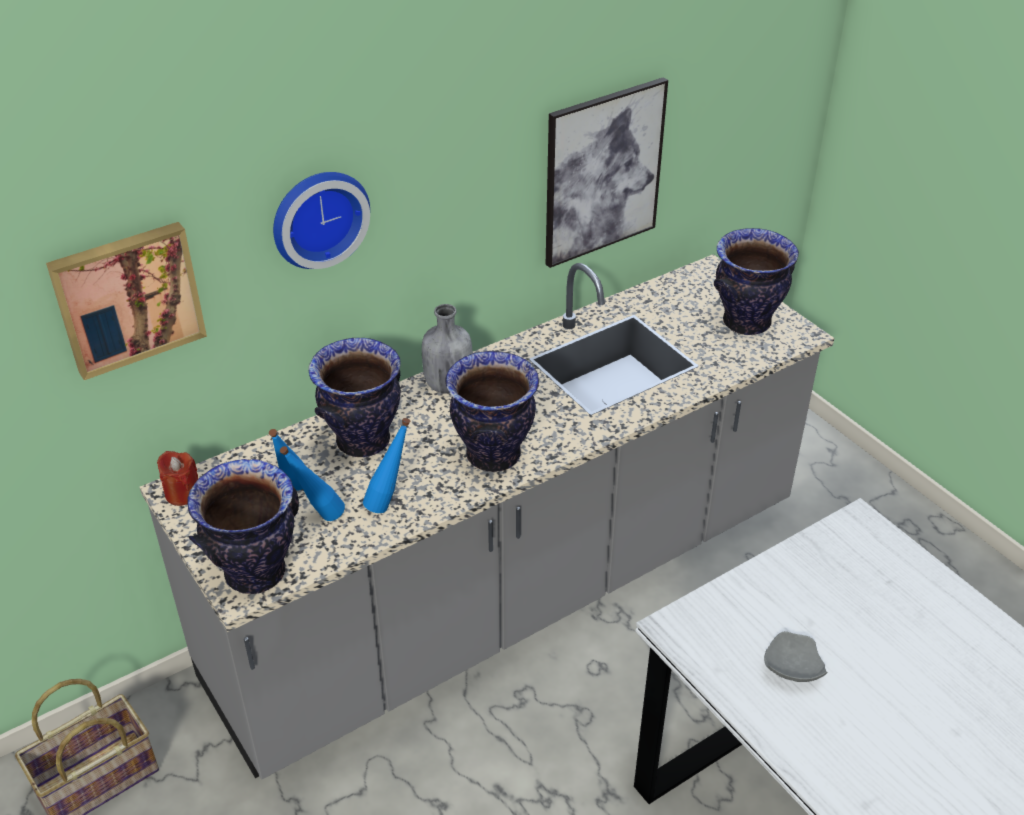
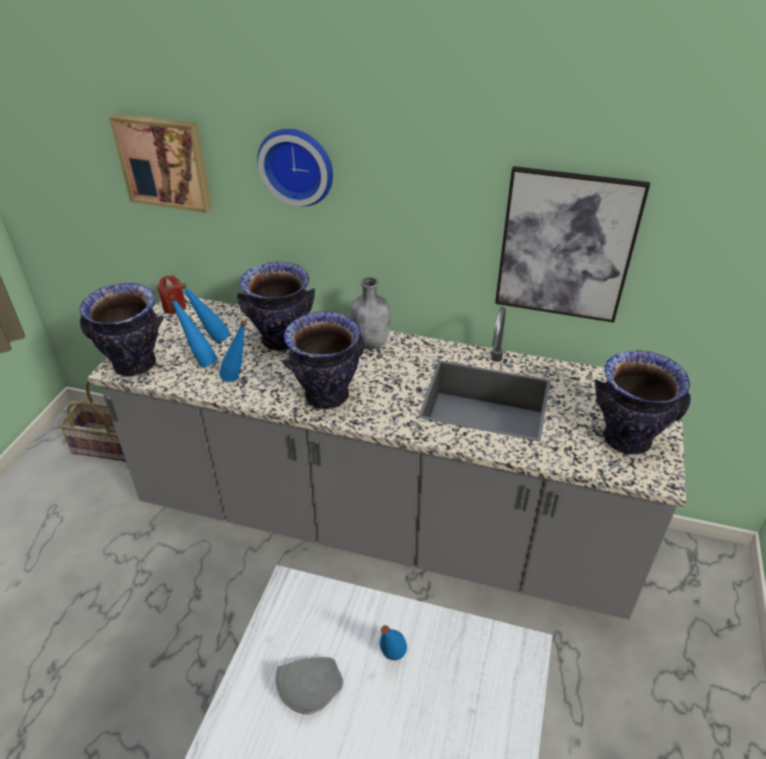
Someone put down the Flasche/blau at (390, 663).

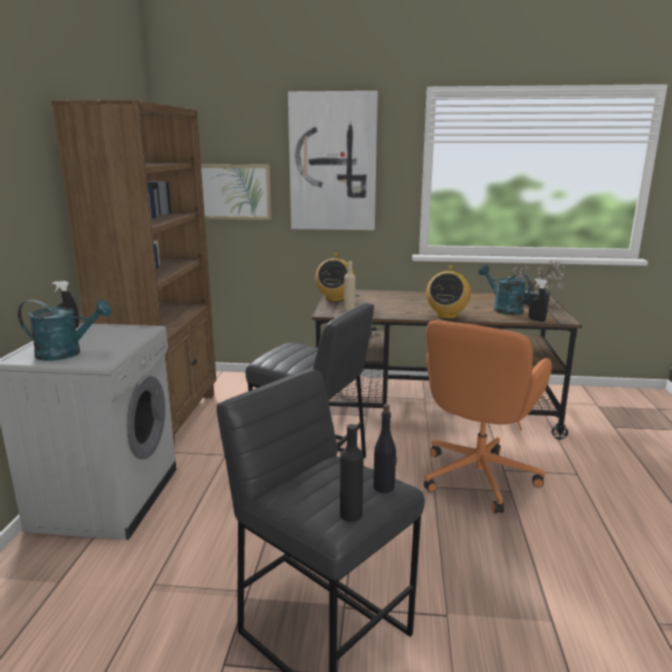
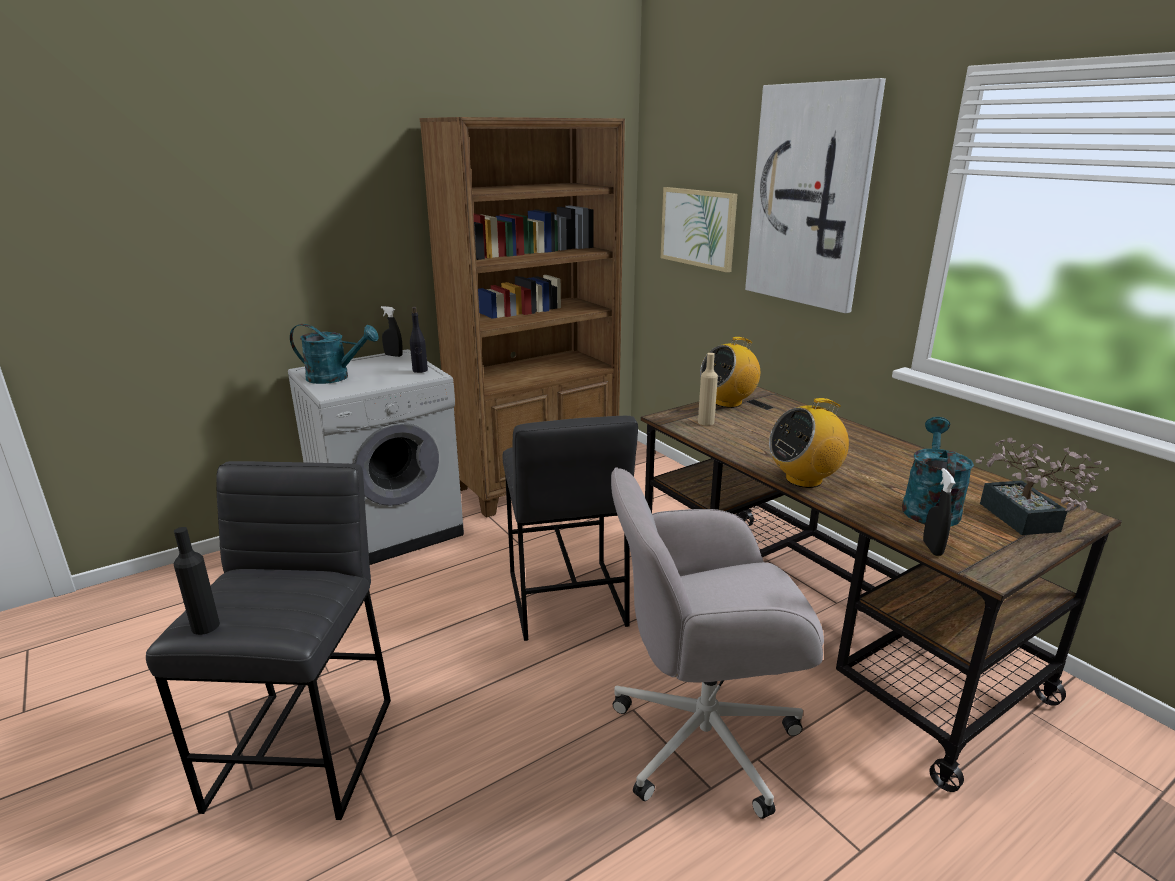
Someone rotated the Gießkanne/türkis at (67, 353) by 45 degrees counterclockwise. Someone carried the Flasche/schwarz from (384, 487) to (420, 370). Someone repainted the Bürostuhl/orange at (477, 478), which became the Bürostuhl/grau at (701, 741).

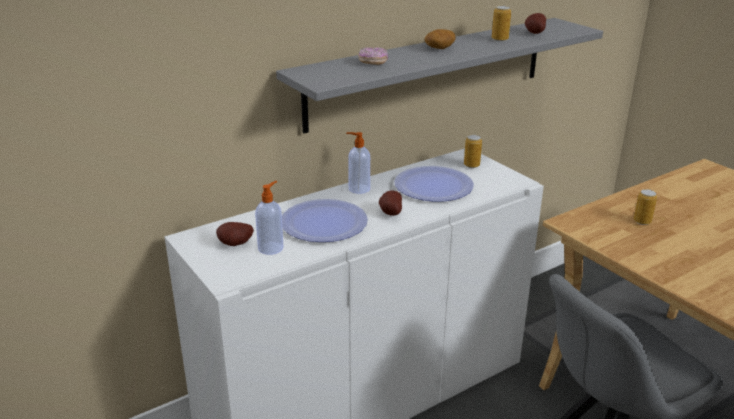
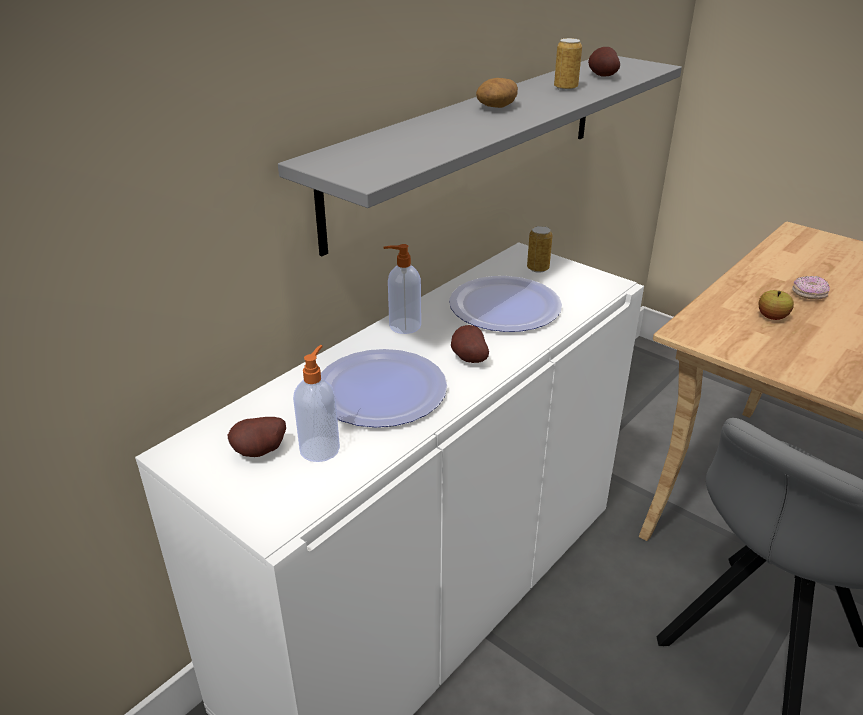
Someone swapped the Dose at (642, 221) for the Apfel at (772, 317). Someone carried the Donut from (373, 63) to (809, 295).

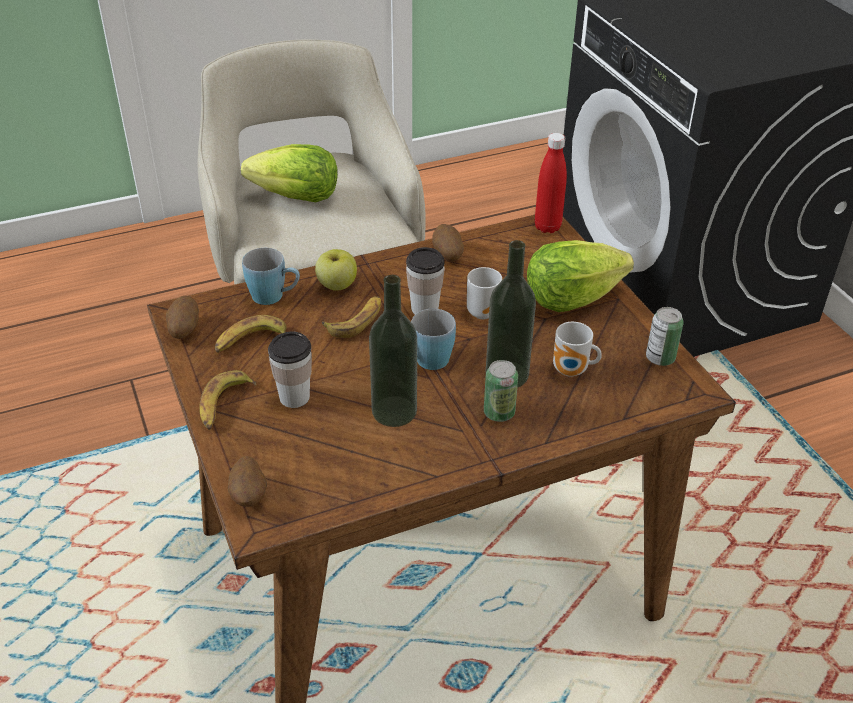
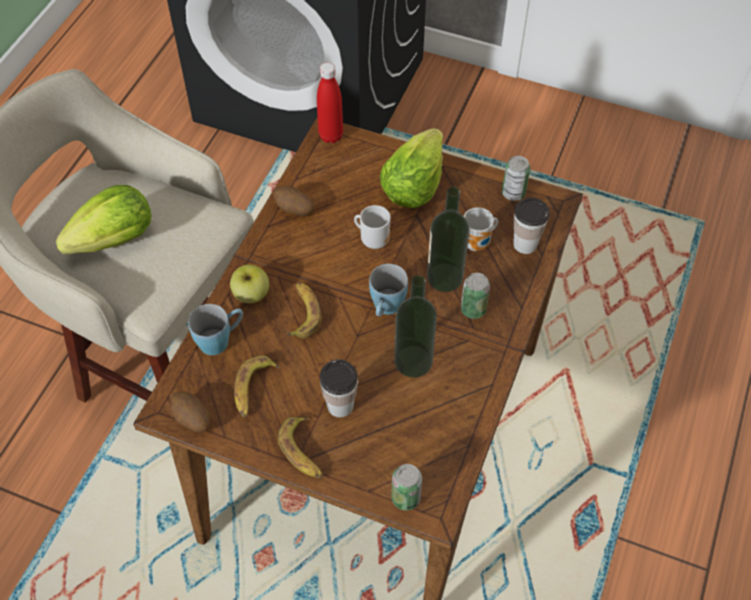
Someone swapped the Kartoffel at (249, 495) for the Dose at (405, 498). Someone carried the Tasse from (424, 309) to (525, 244).

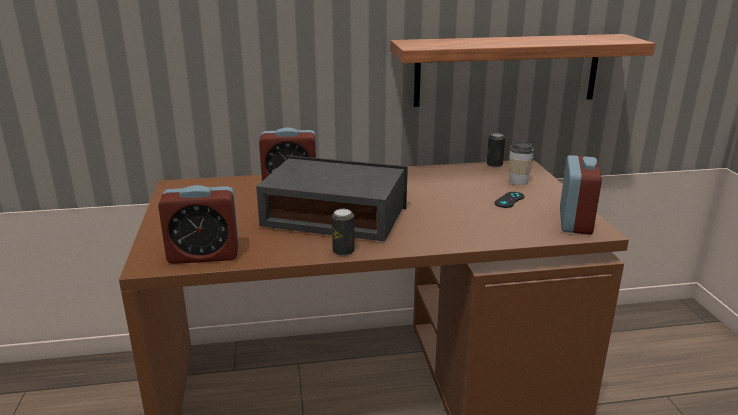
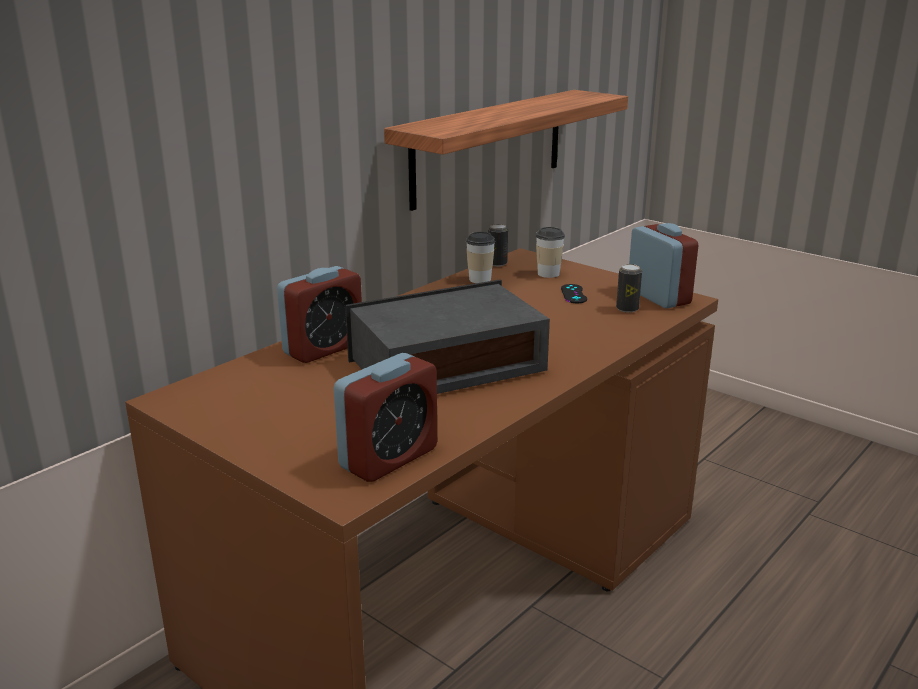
Someone put down the Tasse at (480, 279). Someone carried the Dose from (343, 251) to (627, 309).

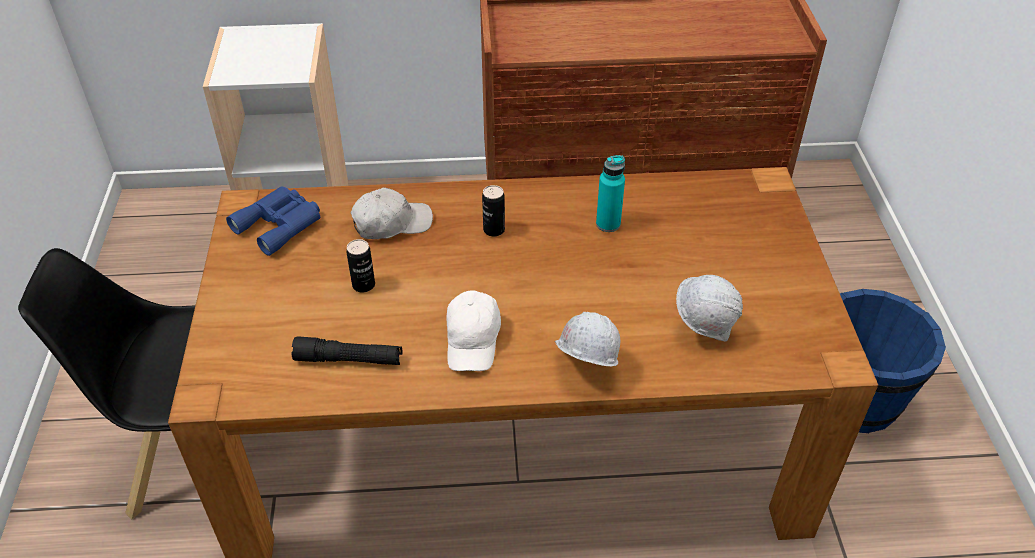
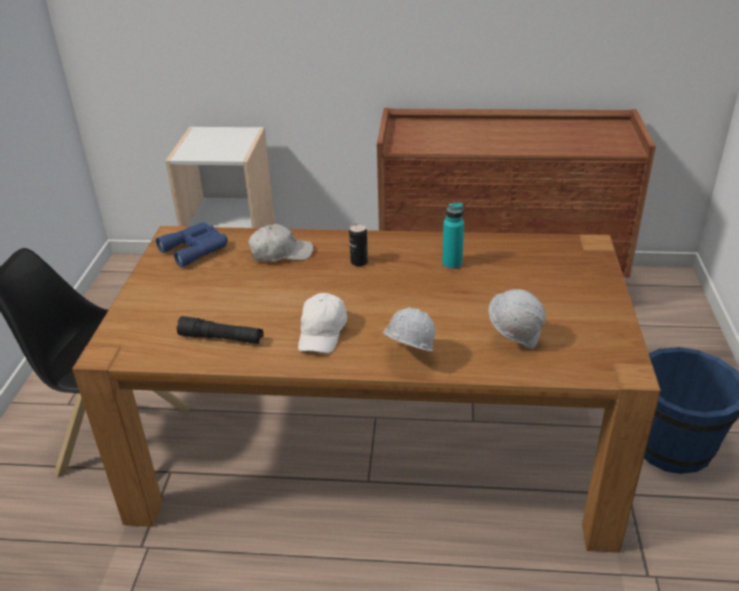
Someone took away the Dose at (363, 285).

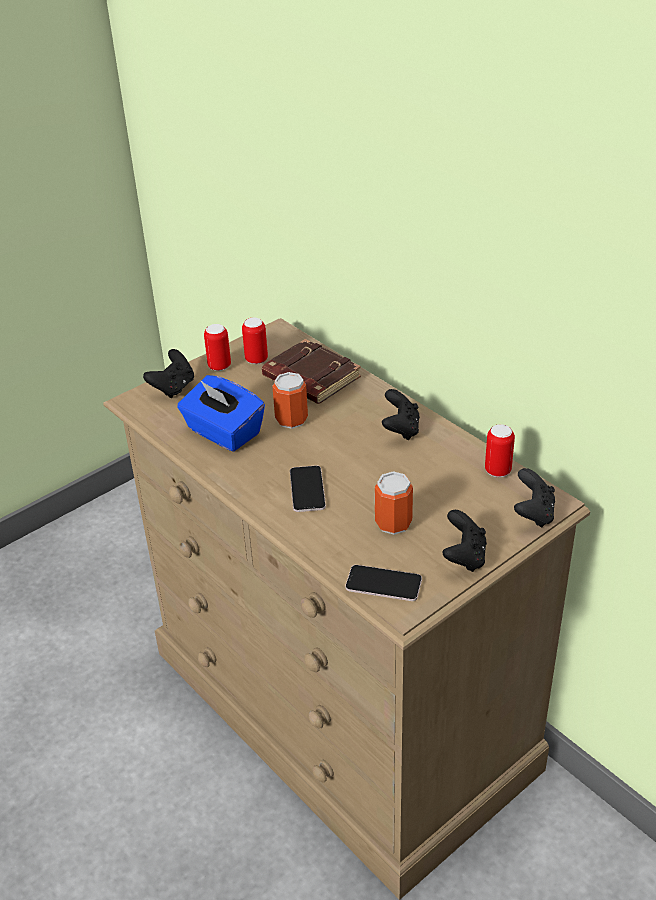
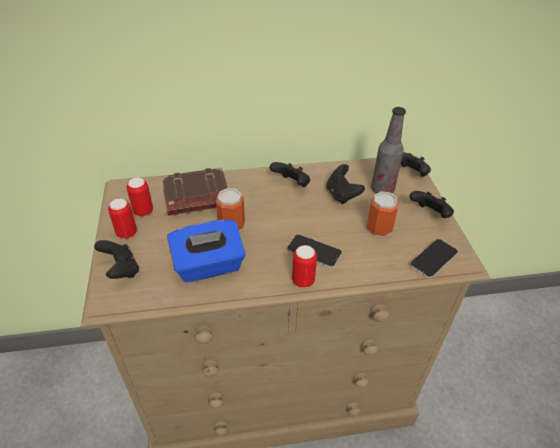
Someone carried the Dose from (497, 471) to (303, 281). Someone put down the Gamepad/schwarz at (342, 195). Someone put down the Flasche at (382, 189).

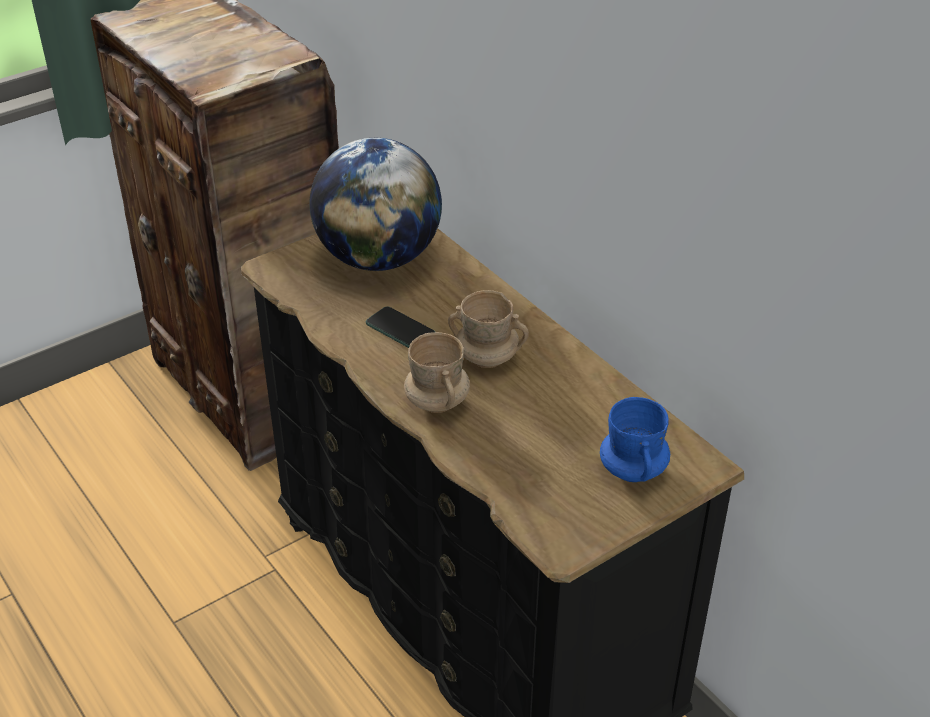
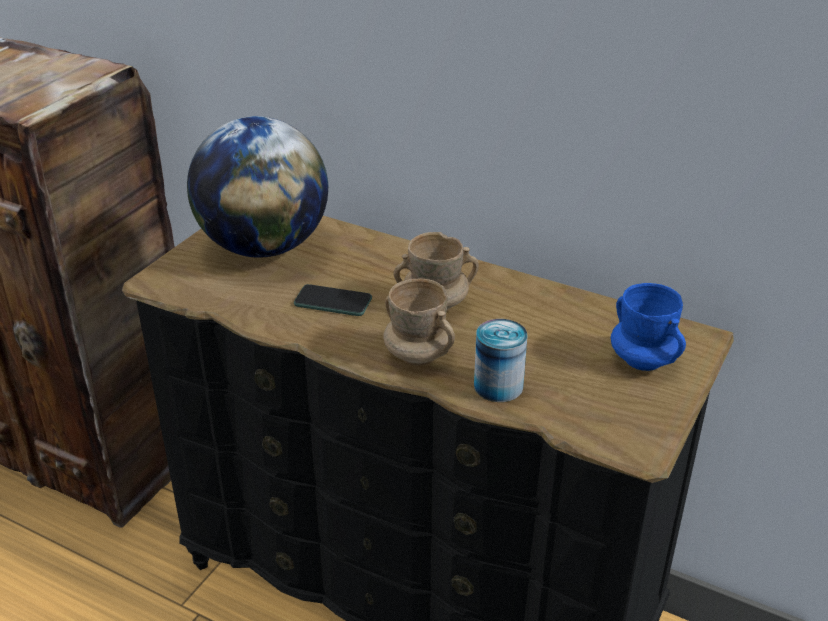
Someone put down the Dose at (498, 386).

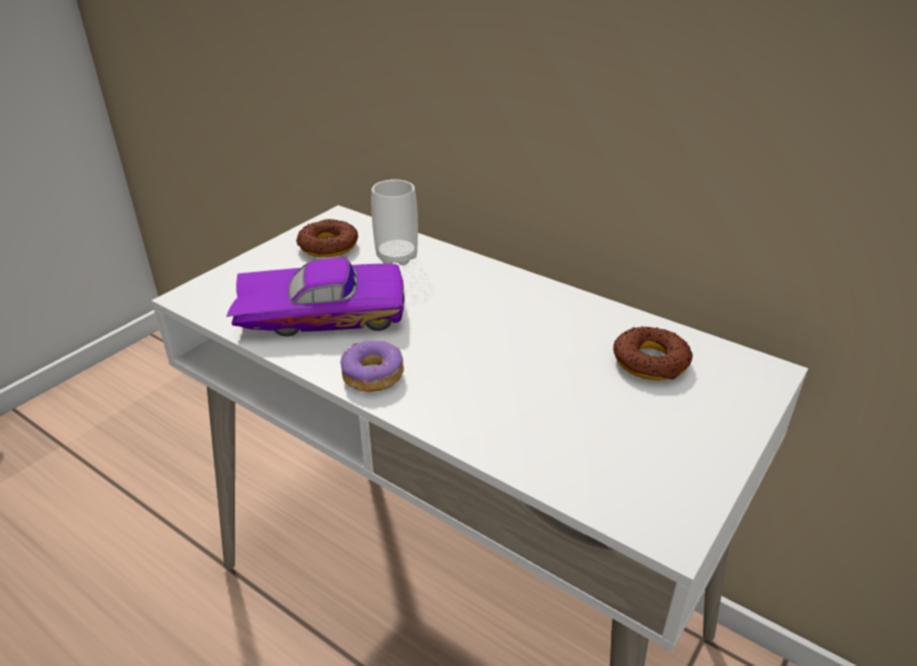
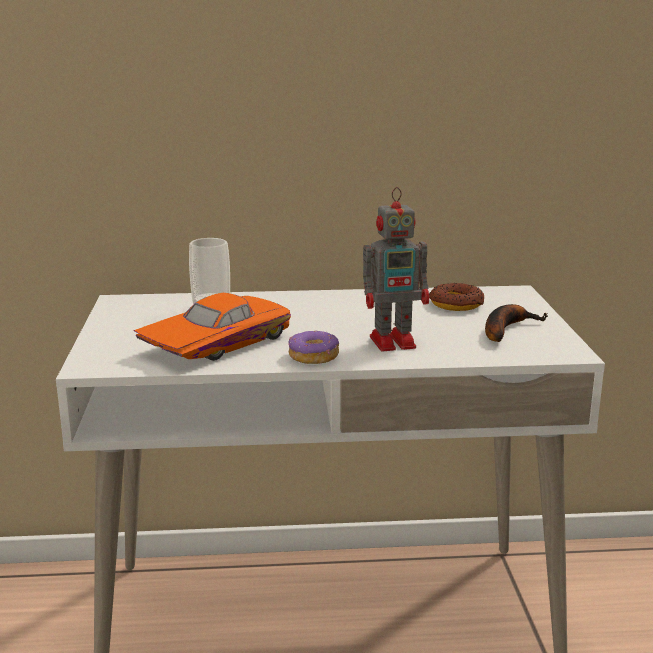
Someone repainted the Spielzeugauto/lila at (322, 310), which became the Spielzeugauto/orange at (213, 343). Someone put down the Spielzeugroboter at (395, 342). Someone put down the Banane at (506, 329). Someone took away the Donut at (328, 246).

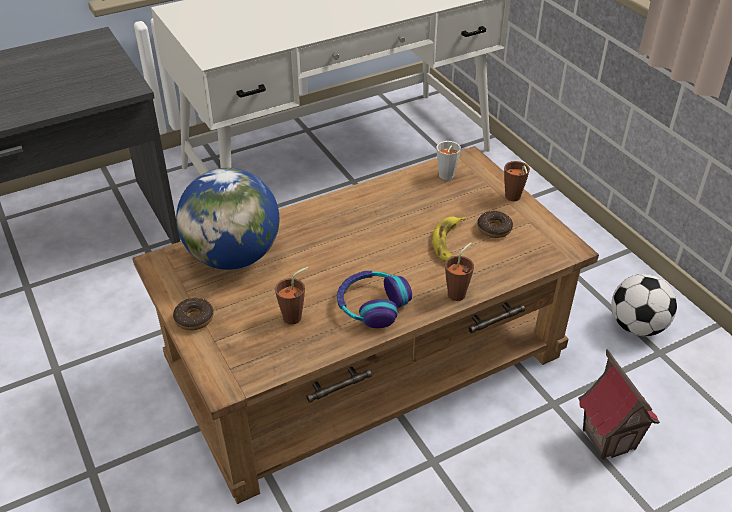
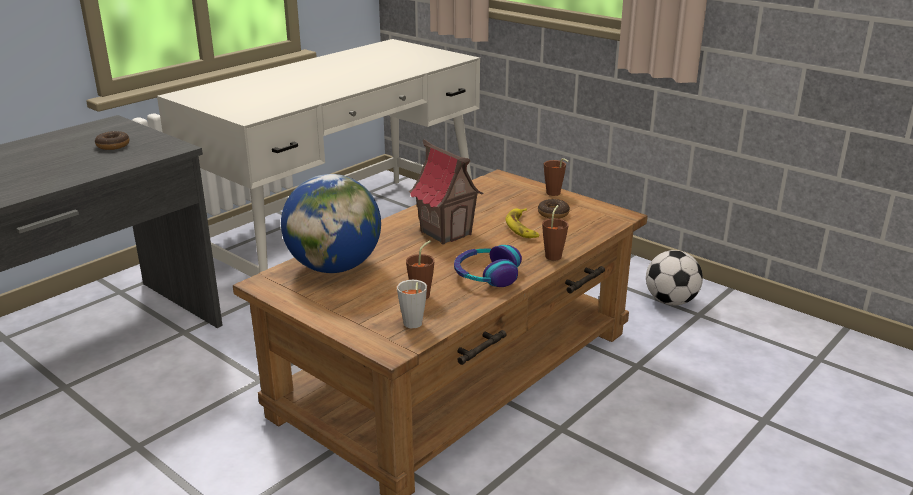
Someone carried the Donut from (194, 318) to (113, 145). Someone carried the Tasse/grau from (445, 177) to (412, 326). Someone carried the Spielzeughaus from (609, 439) to (446, 233).

